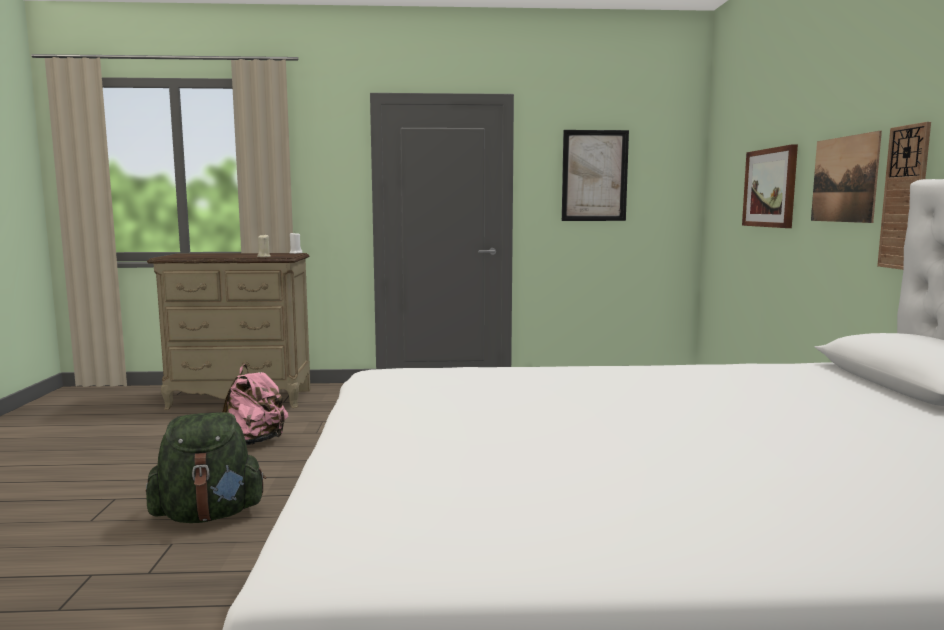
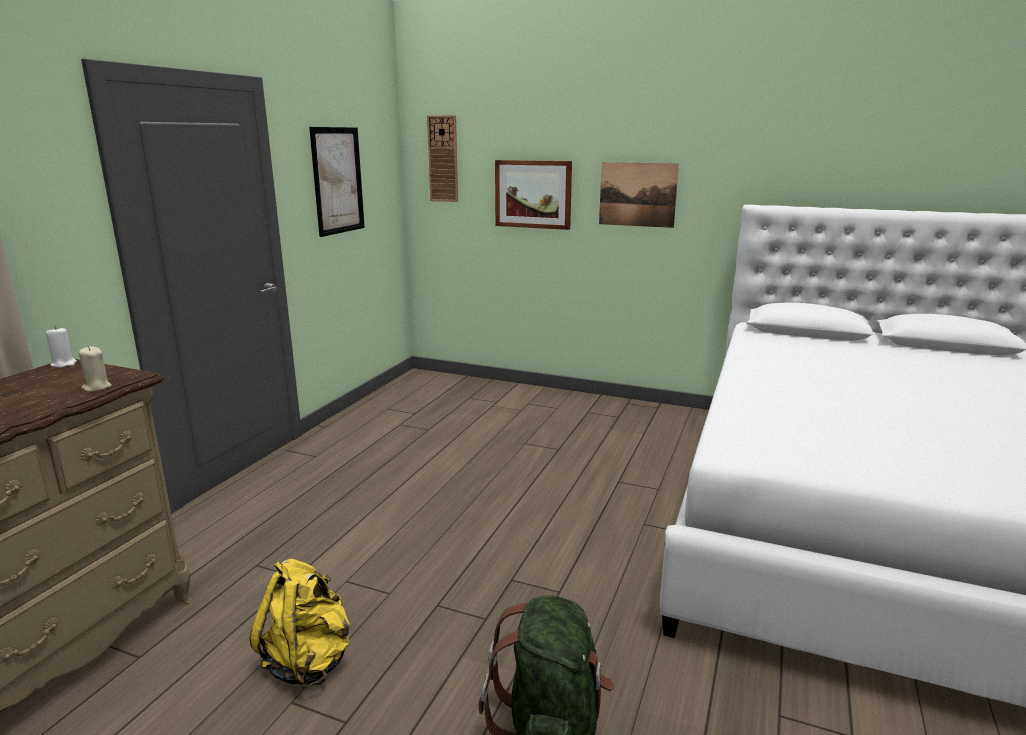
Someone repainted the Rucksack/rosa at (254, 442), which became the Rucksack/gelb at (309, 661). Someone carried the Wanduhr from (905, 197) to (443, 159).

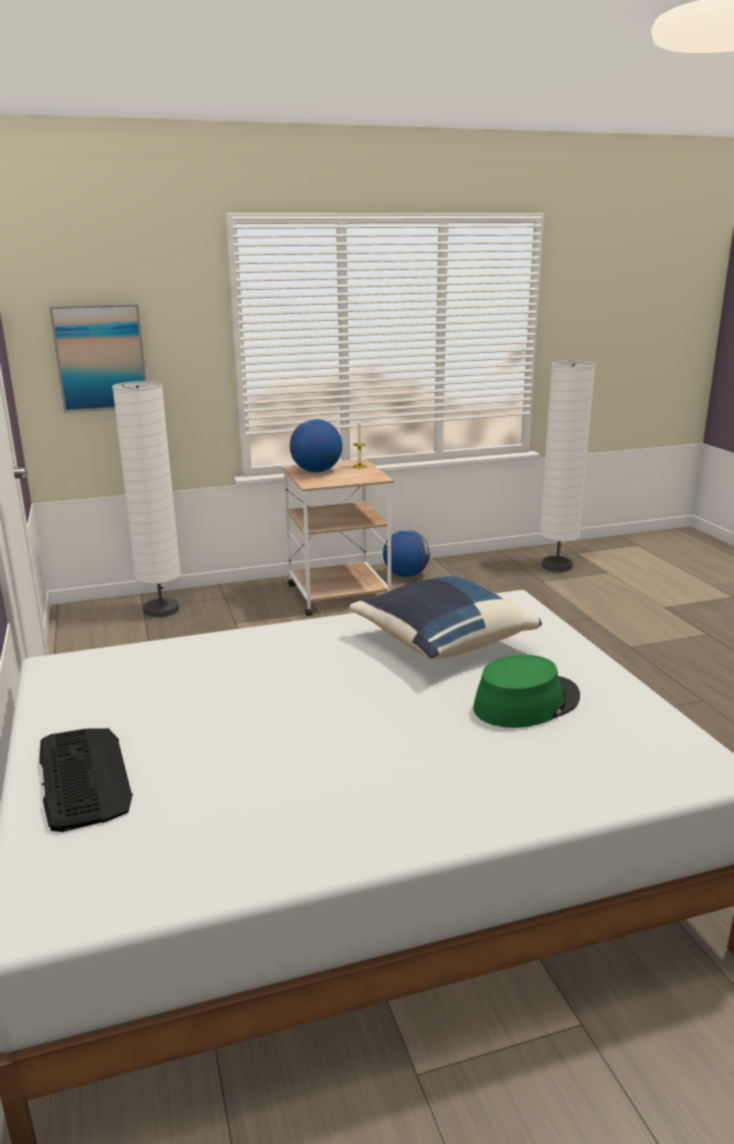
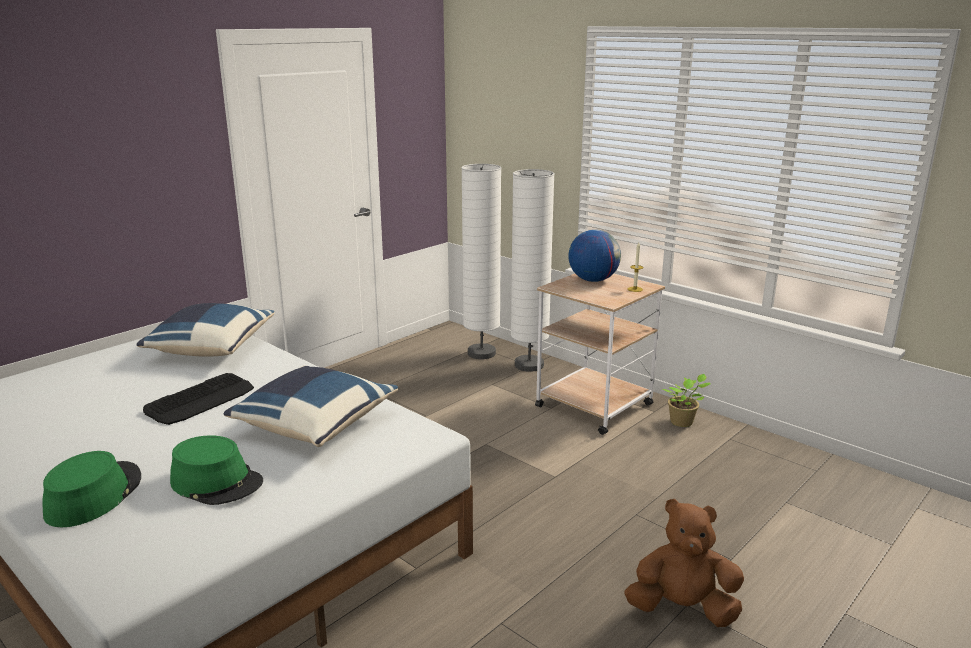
Someone put down the Hut/grün at (93, 495). Someone put down the Kissen/blau at (210, 348). Someone carried the Tastatur from (83, 776) to (201, 400). Someone carried the Stehlampe/weiß from (557, 566) to (529, 365). Someone put down the Plüschtier/braun at (682, 609). Someone swapped the Globus at (406, 575) for the Topfpflanze at (683, 422). Someone took away the Bild at (100, 358).

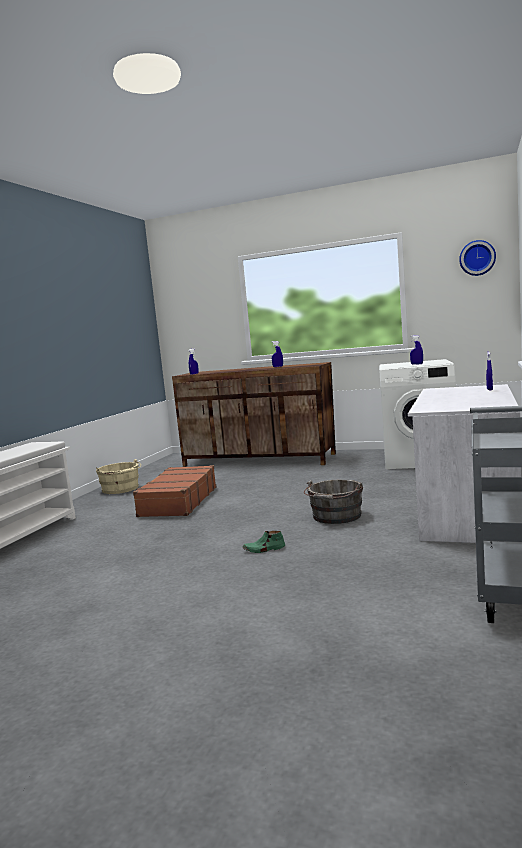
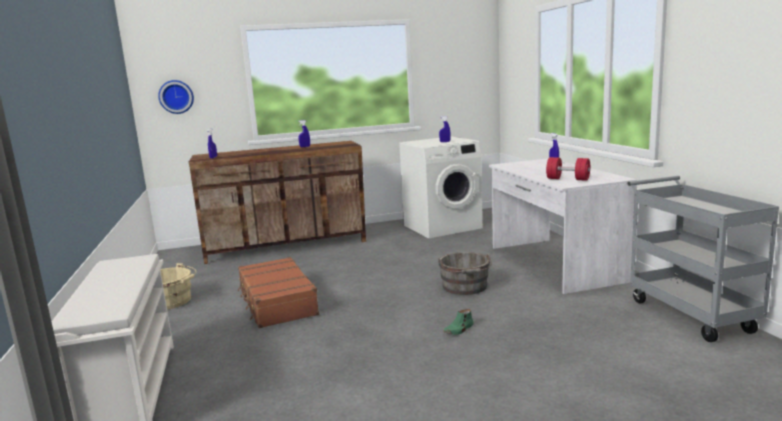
Someone carried the Wanduhr from (477, 258) to (176, 97). Someone put down the Hantel/rot at (568, 179).

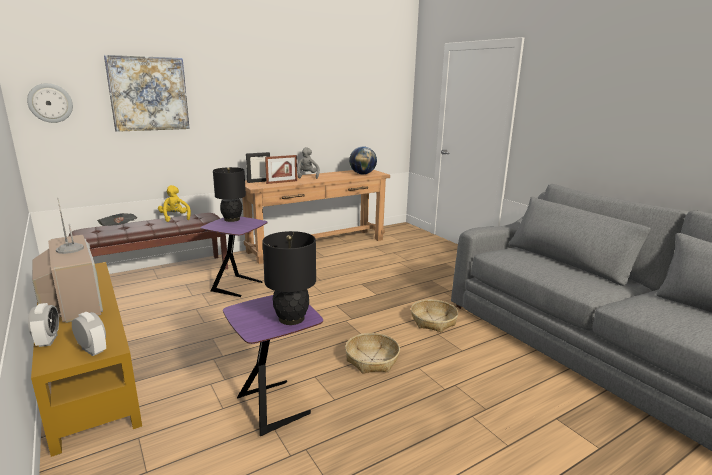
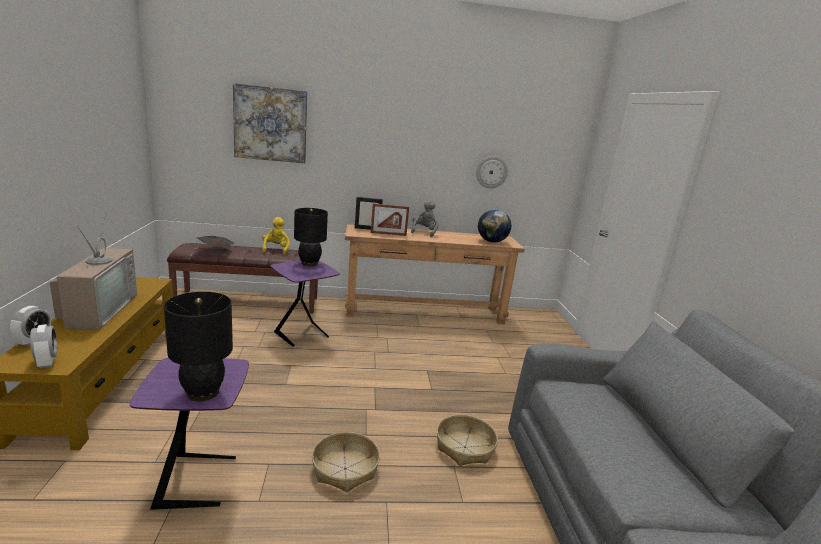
Someone carried the Wanduhr from (50, 103) to (491, 172).

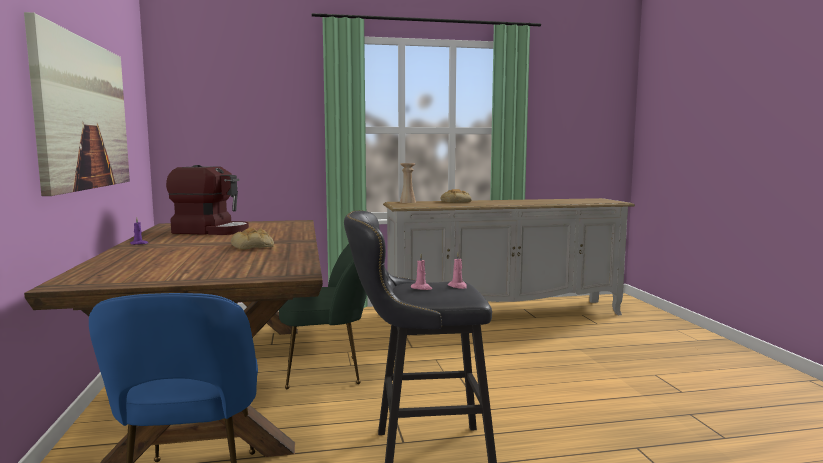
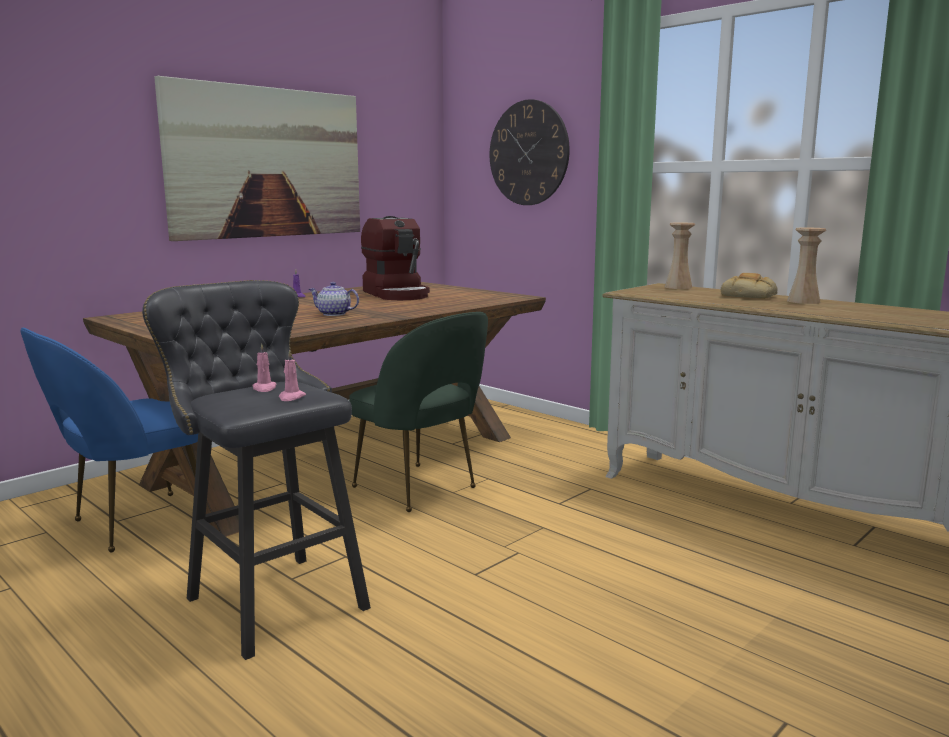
Someone swapped the Brot at (253, 246) for the Teekanne at (334, 314). Someone put up the Wanduhr at (528, 153). Someone put down the Vase/beige at (803, 301).

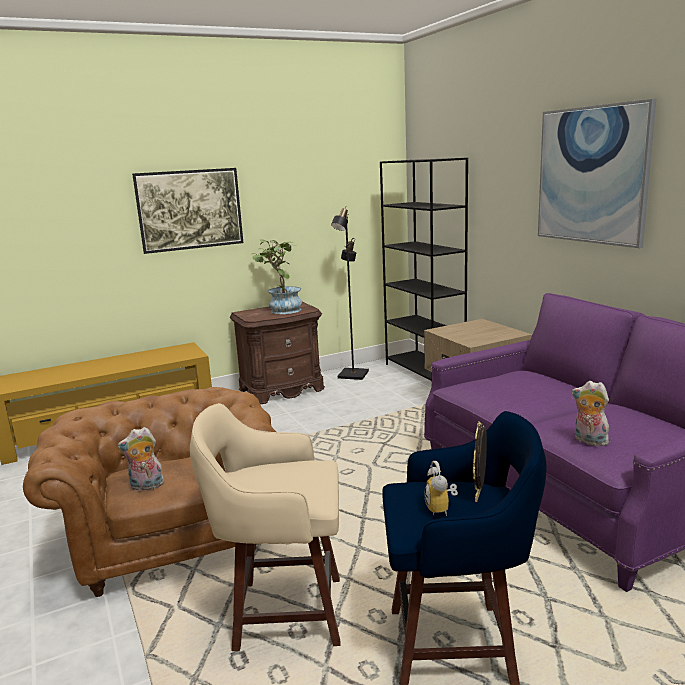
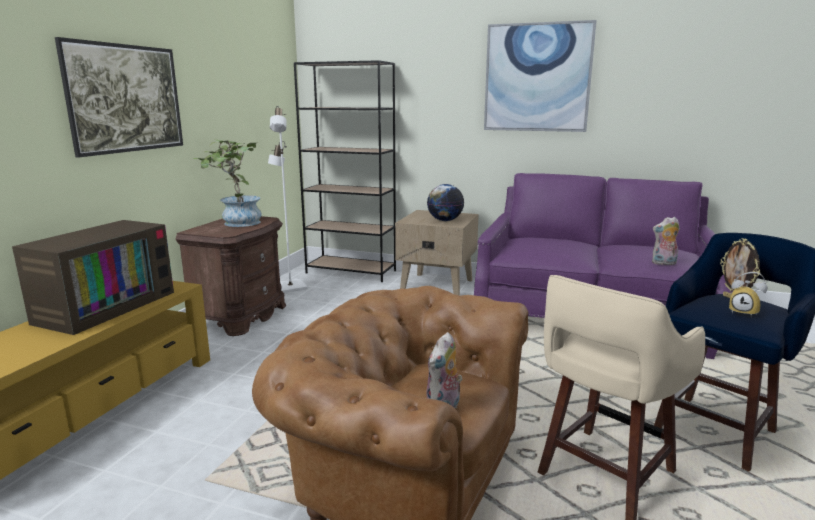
Someone put down the Fernseher at (105, 306). Someone repainted the Stehlampe/schwarz at (353, 374), which became the Stehlampe/weiß at (290, 287). Someone repainted the Bücherregal/schwarz at (425, 372), which became the Bücherregal/beige at (351, 272). Someone put down the Globus at (445, 220).

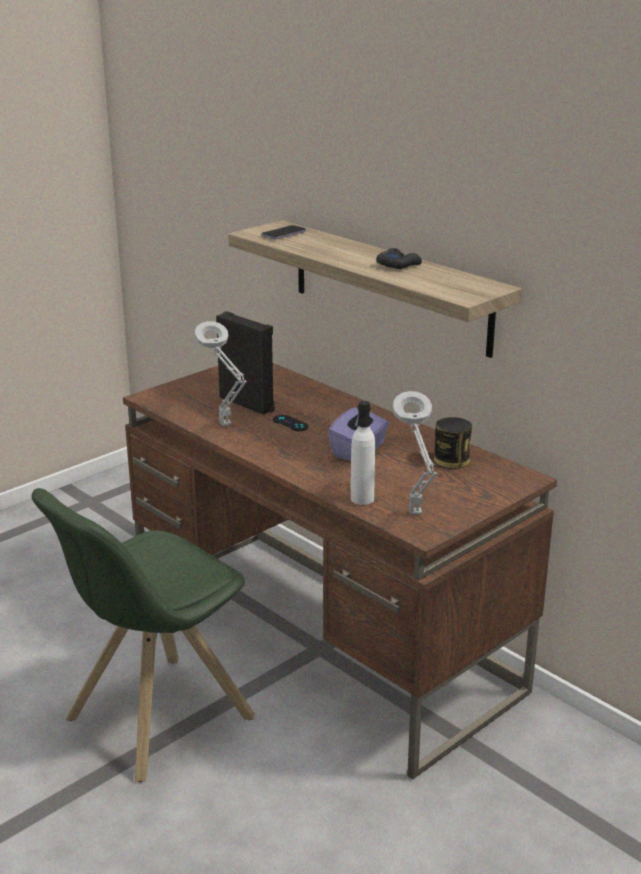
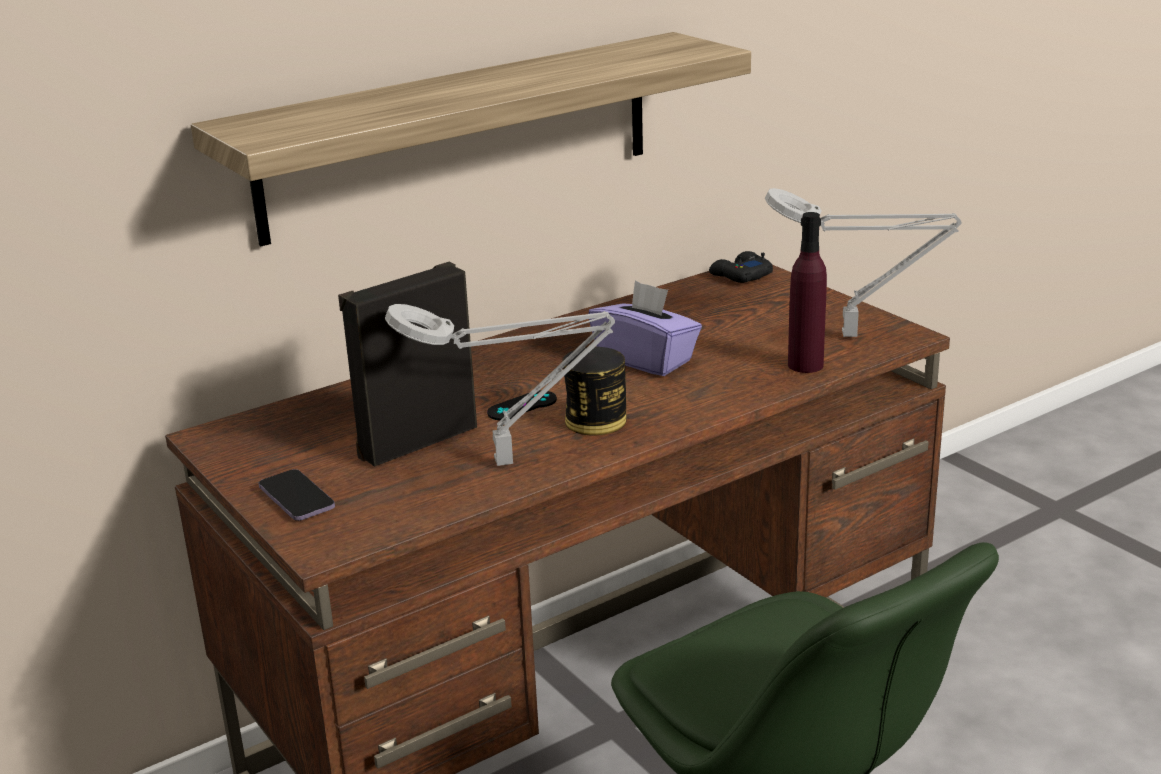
Someone carried the Handy from (284, 234) to (296, 498). Someone carried the Dose from (451, 460) to (595, 421). Someone carried the Gamepad/schwarz from (398, 265) to (740, 275). Someone repainted the Flasche/weiß at (362, 499), which became the Flasche/lila at (805, 365).

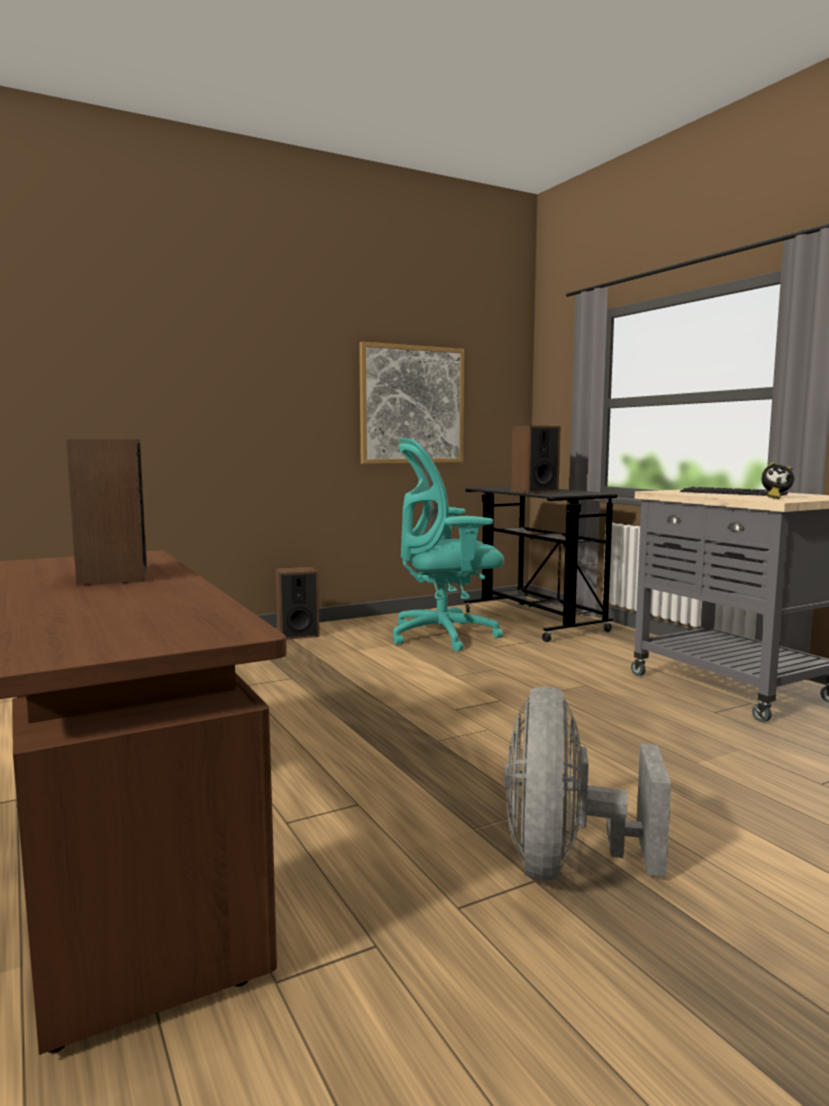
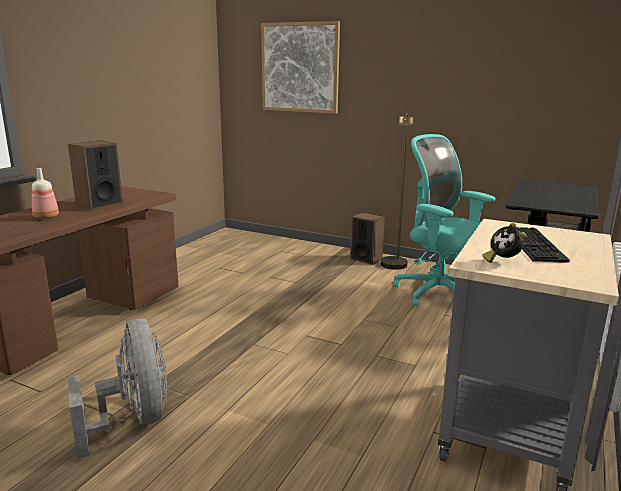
Someone put down the Flasche at (47, 217). Someone rotated the Ventilator/grau at (566, 863) by 90 degrees clockwise. Someone carried the Bild from (412, 405) to (300, 68). Someone put down the Stehlampe/braun at (394, 267). Someone took away the Lautsprecher at (534, 491).

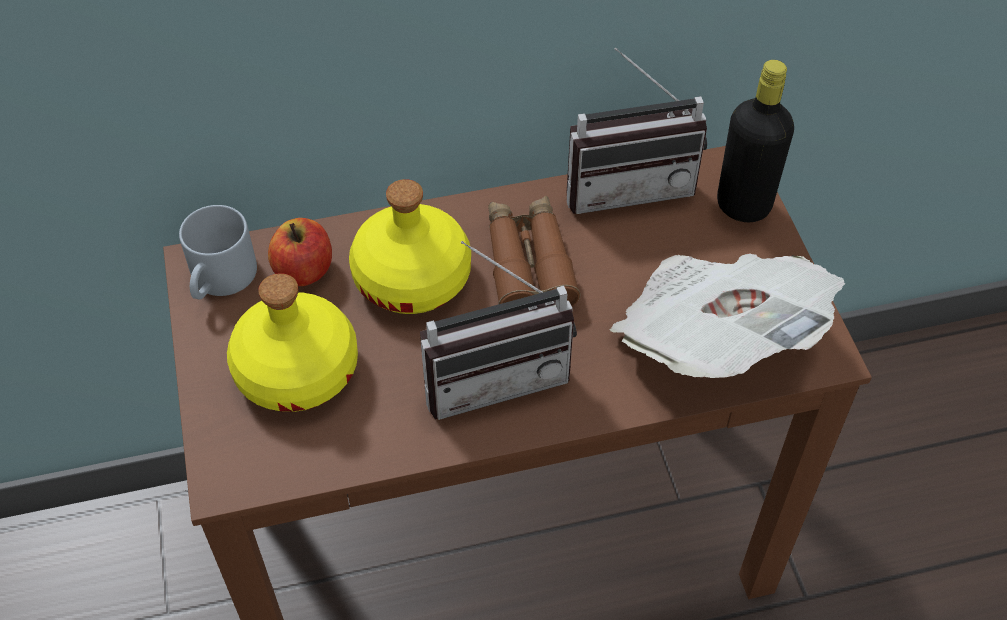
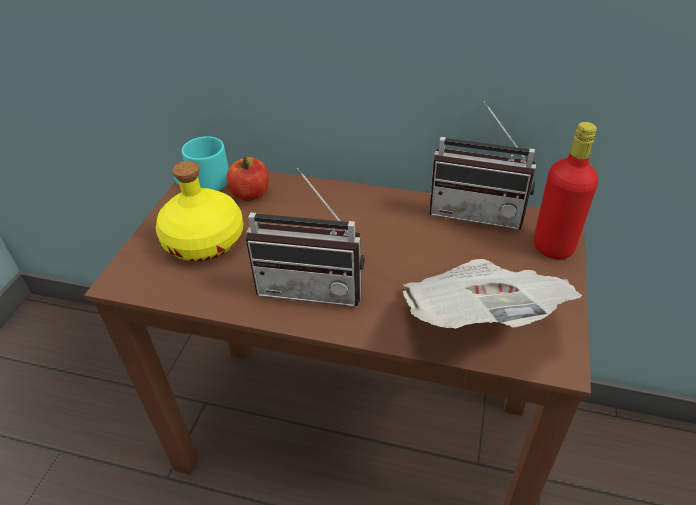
Someone repainted the Henkelbecher/grau at (220, 280), which became the Henkelbecher/türkis at (204, 184). Someone repainted the Flasche/schwarz at (743, 205), which became the Flasche/rot at (553, 247). Someone took away the Flasche/gelb at (413, 277). Someone took away the Fernglas/braun at (528, 263).

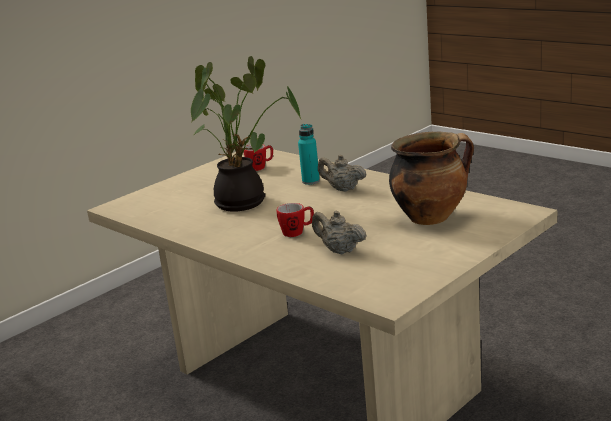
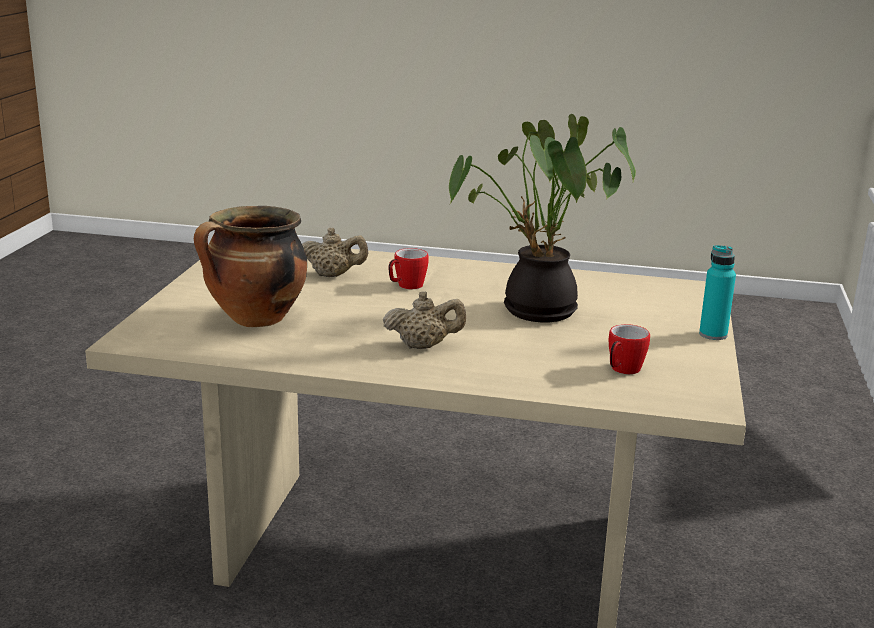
Someone carried the Flasche/türkis from (311, 181) to (713, 335).

